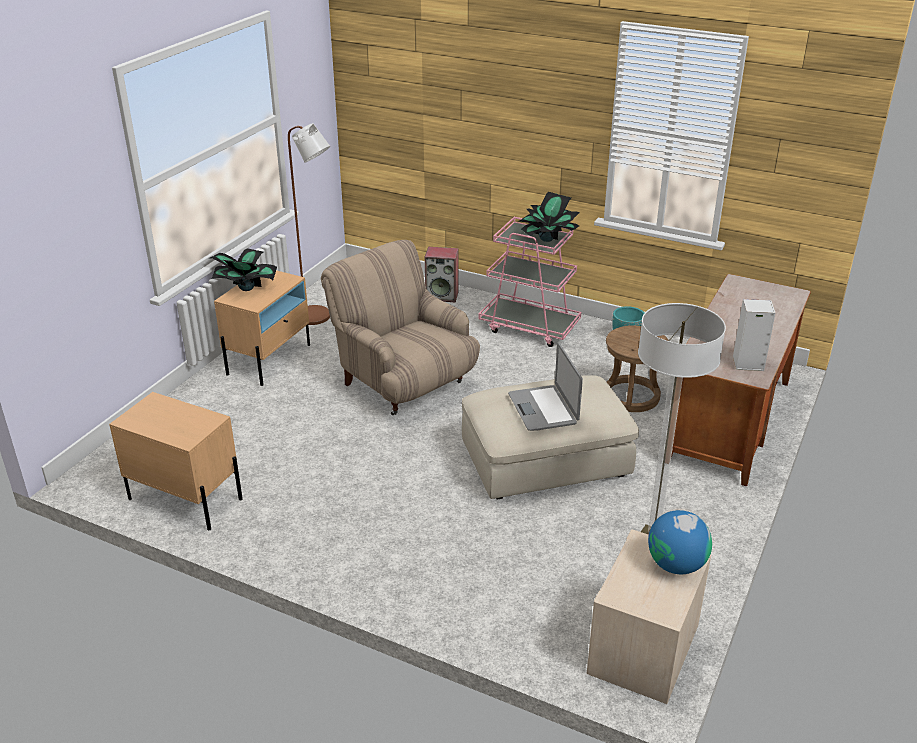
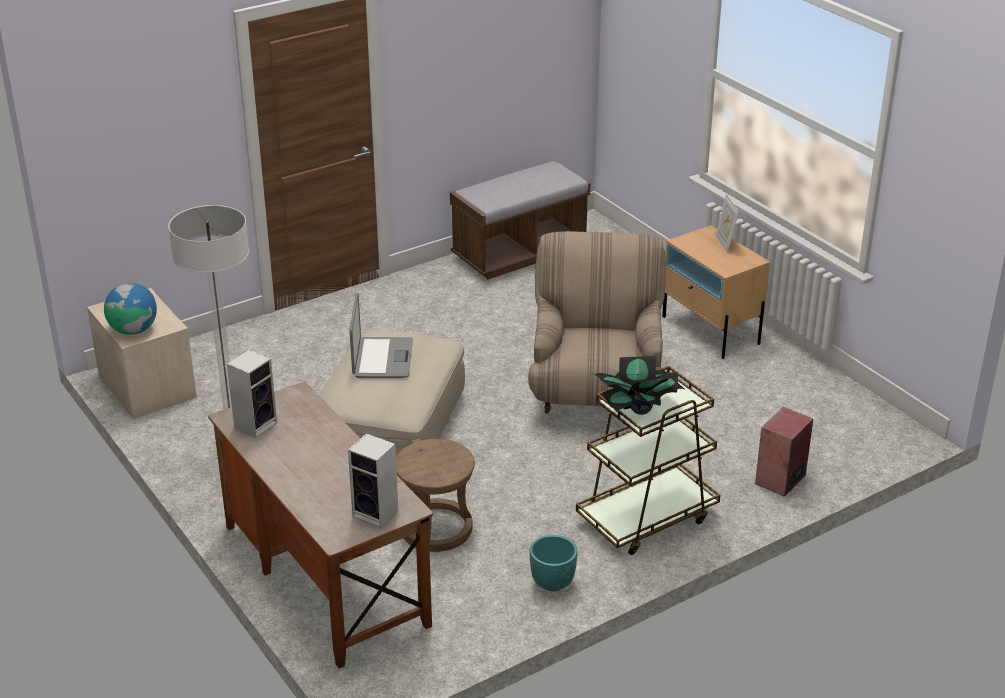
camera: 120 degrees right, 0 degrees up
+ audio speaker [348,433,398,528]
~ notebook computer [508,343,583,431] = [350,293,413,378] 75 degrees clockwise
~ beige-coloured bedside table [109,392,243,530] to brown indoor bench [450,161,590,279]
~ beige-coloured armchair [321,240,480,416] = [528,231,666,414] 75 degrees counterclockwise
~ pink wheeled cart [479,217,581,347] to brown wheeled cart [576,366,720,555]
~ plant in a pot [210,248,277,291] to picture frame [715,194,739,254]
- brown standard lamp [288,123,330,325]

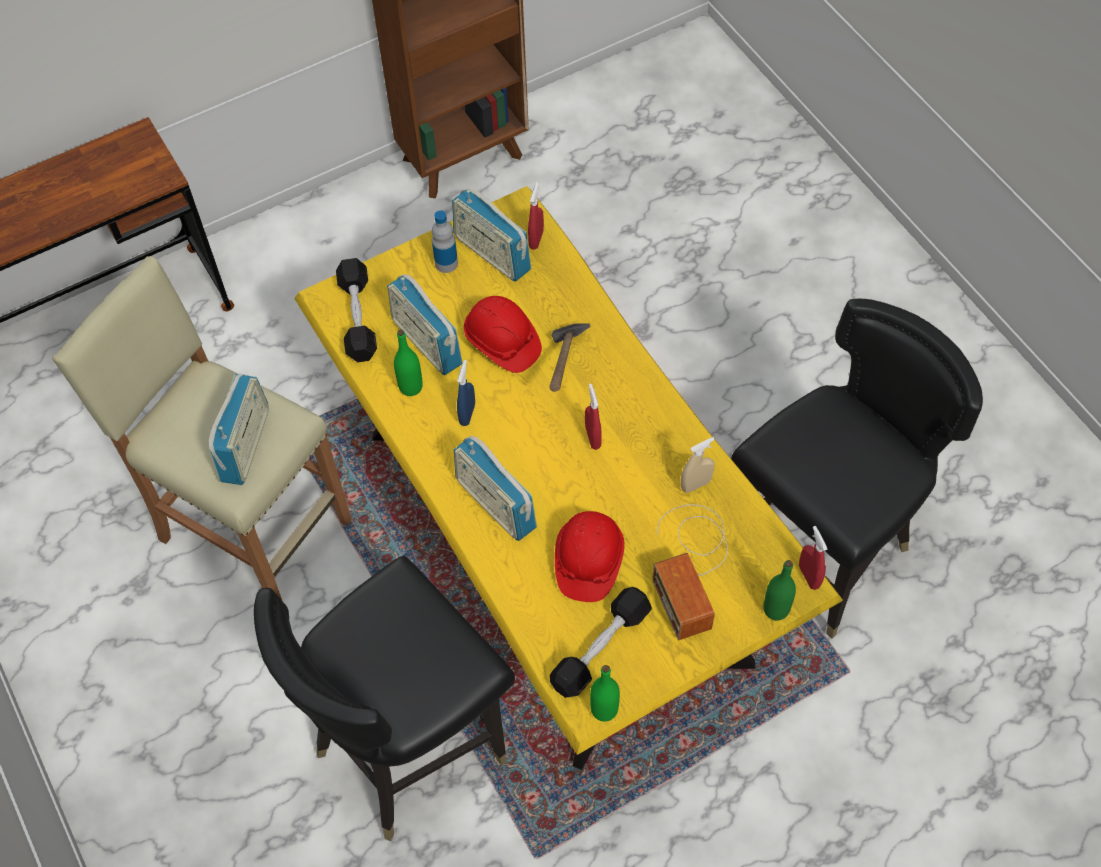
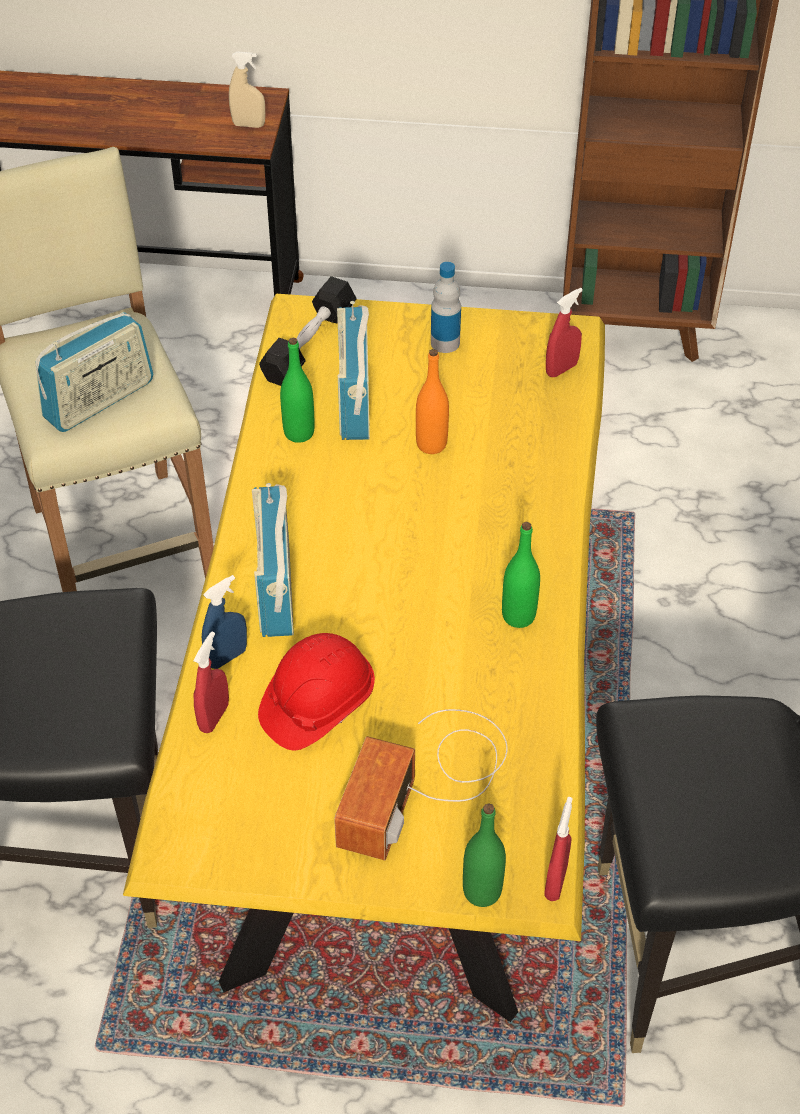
camera: 35 degrees right, 10 degrees down
~ red-coloured spray bottle [585,384,602,450] to [193,632,229,733]
~ bluish spray bottle [457,360,475,426] to [202,575,247,669]
~ beige-coloured spray bottle [681,437,715,493] to [229,52,266,128]
~ red-coloured safety helmet [464,296,542,373] to orangey drink bottle [416,349,449,454]
~ green-coloured drink bottle [590,665,620,721] to [502,522,540,628]
- radio set [452,188,531,282]
- tool hammer [549,323,590,392]
- blackish dumbbell [550,587,652,698]

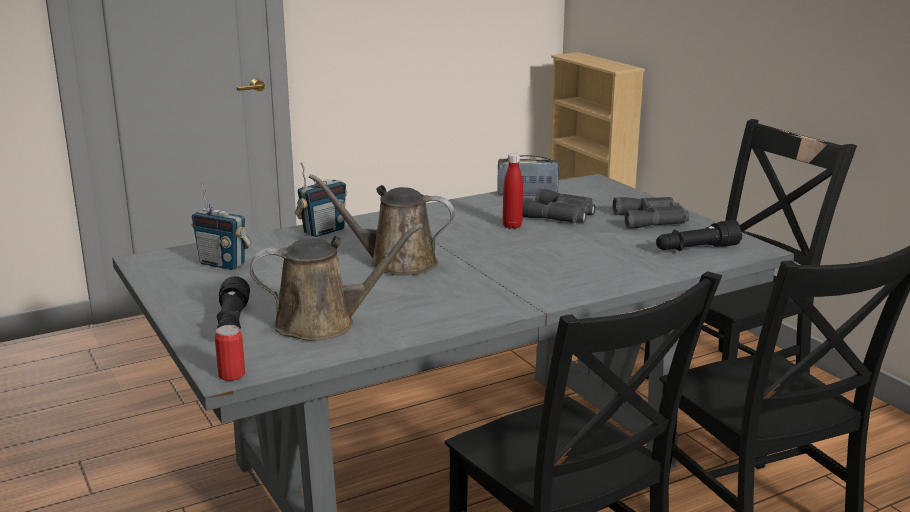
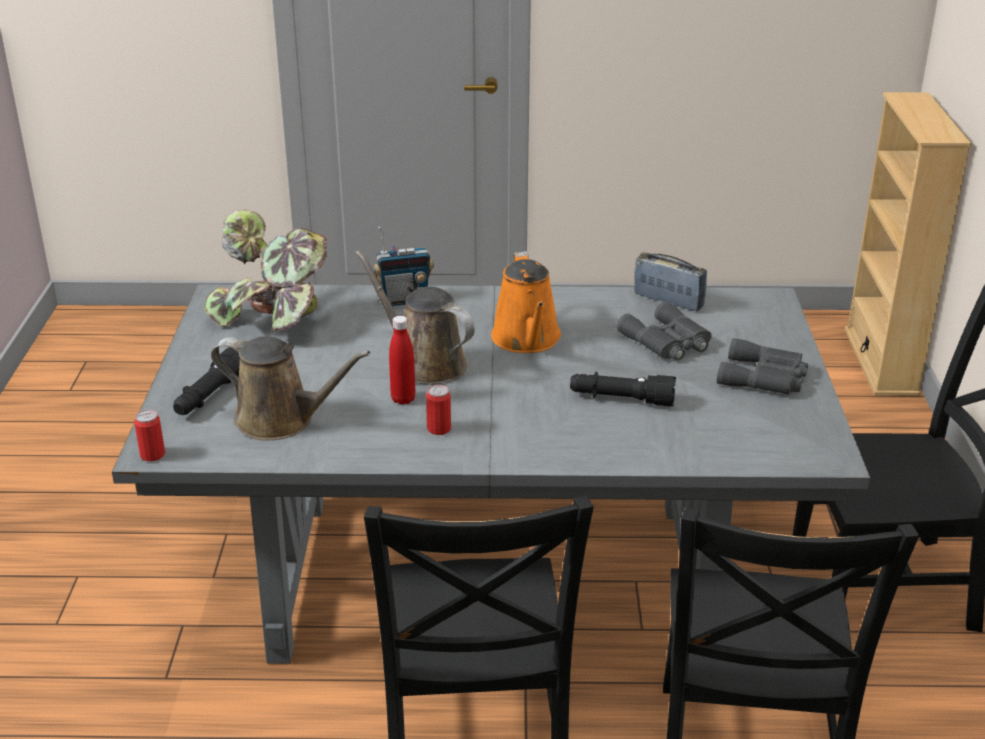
camera: 30 degrees right, 10 degrees up
~ radio set [192,182,252,270] to plant in a pot [204,209,327,332]
~ red-coloured drink bottle [503,154,523,229] to [389,316,415,405]
+ can [426,385,451,435]
+ orangey sprinkling can [491,251,561,353]
~ blackish torch [656,220,742,251] to [570,372,676,407]

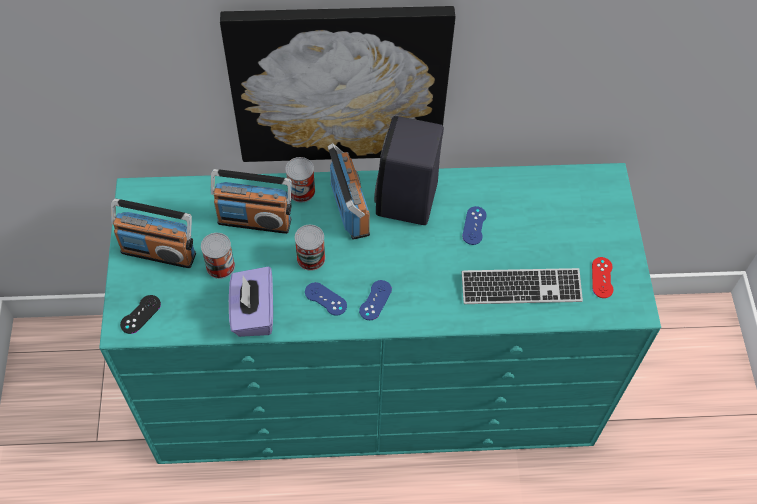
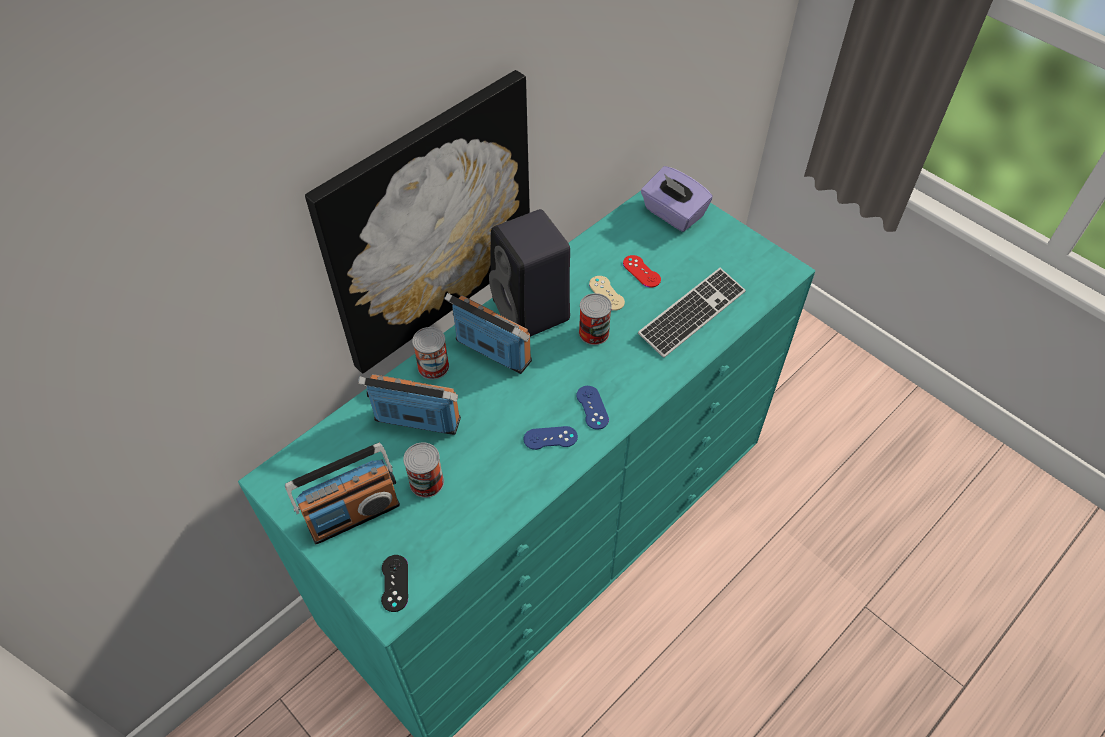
camera: 40 degrees left, 5 degrees down
~ radio set [210,169,292,234] = [358,374,461,435] 135 degrees counterclockwise
~ can [295,225,325,271] to [579,293,612,345]
~ bluish gamepad [462,206,487,245] to beige-coloured gamepad [589,276,625,311]
~ red-coloured gamepad [592,257,613,298] to [623,255,661,287]
~ purplish box of tissues [229,266,273,337] to [641,166,713,232]

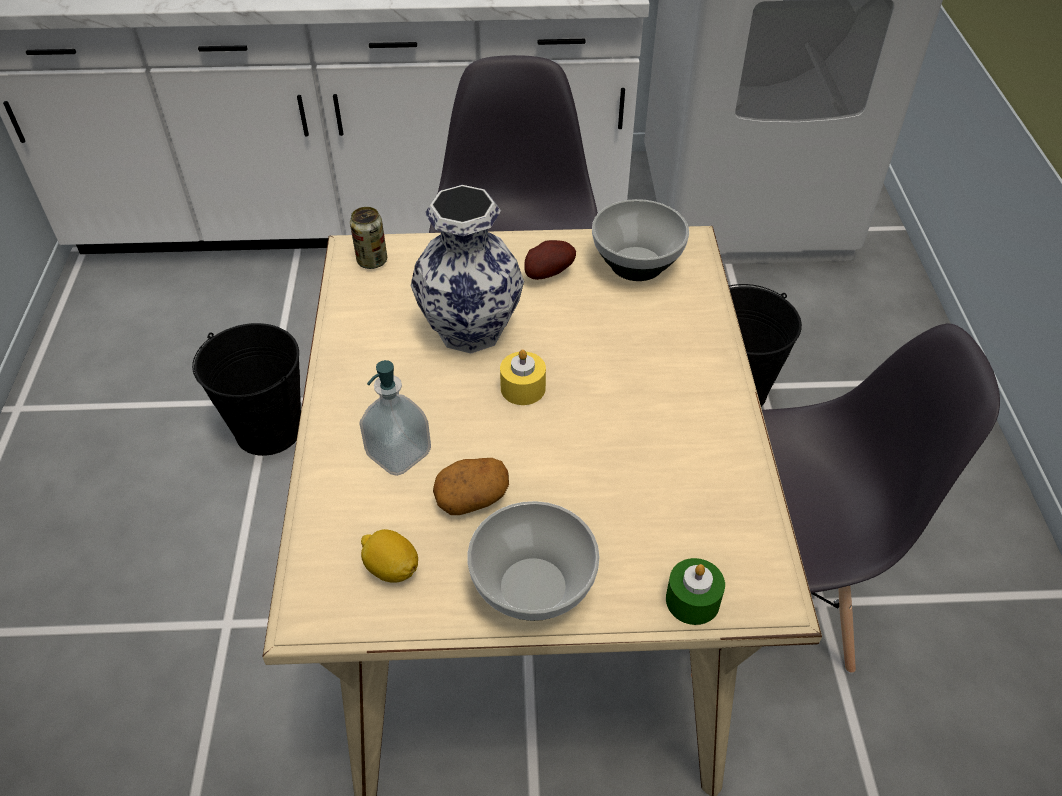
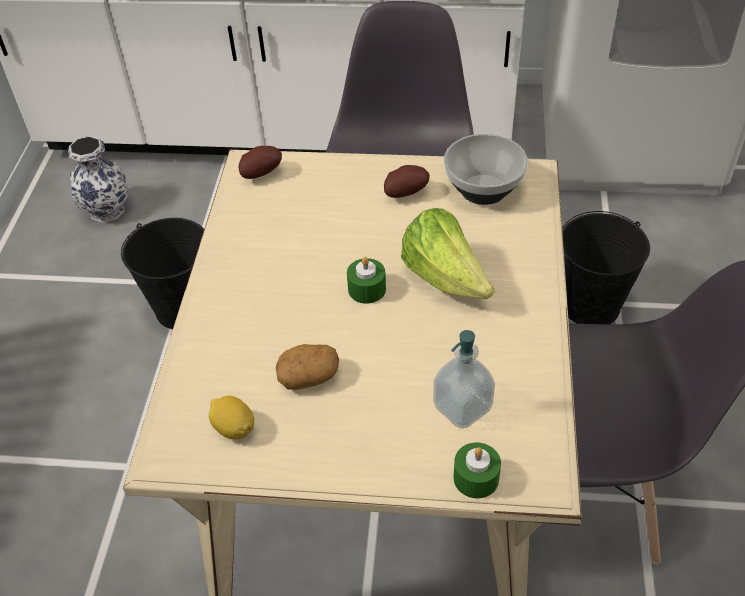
camera: 10 degrees right, 0 degrees up
~ vase [411,185,524,354] to [68,136,128,223]
~ can [350,207,387,269] to whole potato [238,146,282,179]
~ yellow-coloured candle [500,349,546,405] to green-coloured candle [347,257,386,304]
+ lettuce head [401,208,495,299]
~ soap dispenser [359,360,431,476] to [433,330,495,429]
- bowl [467,501,600,621]

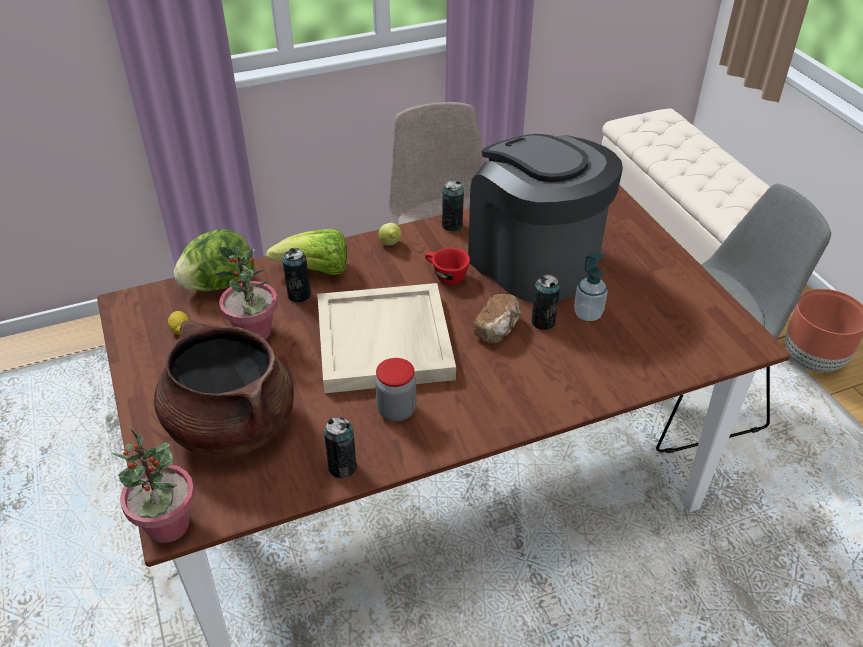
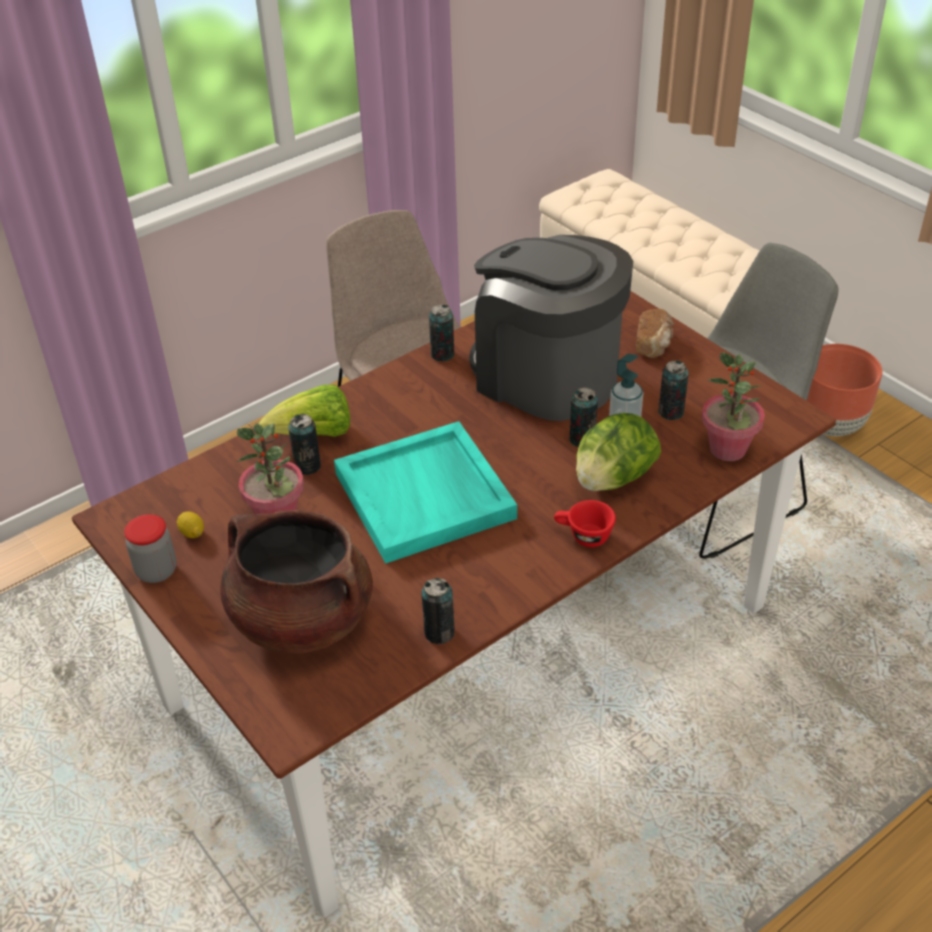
camera: 15 degrees left, 0 degrees up
~ storage jar [375,358,416,422] to [124,514,176,583]
~ beige-coloured tray [317,283,456,393] to turquoise-coloured tray [334,421,517,564]
~ red-coloured small cup [425,248,470,284] to [554,500,616,547]
~ lettuce head [174,229,255,291] to [576,413,661,491]
~ baked bread [473,294,521,344] to [636,309,674,358]
+ can [658,360,689,420]
~ plant in a pot [111,426,195,543] to [702,352,765,461]
- citrus fruit [378,223,401,245]

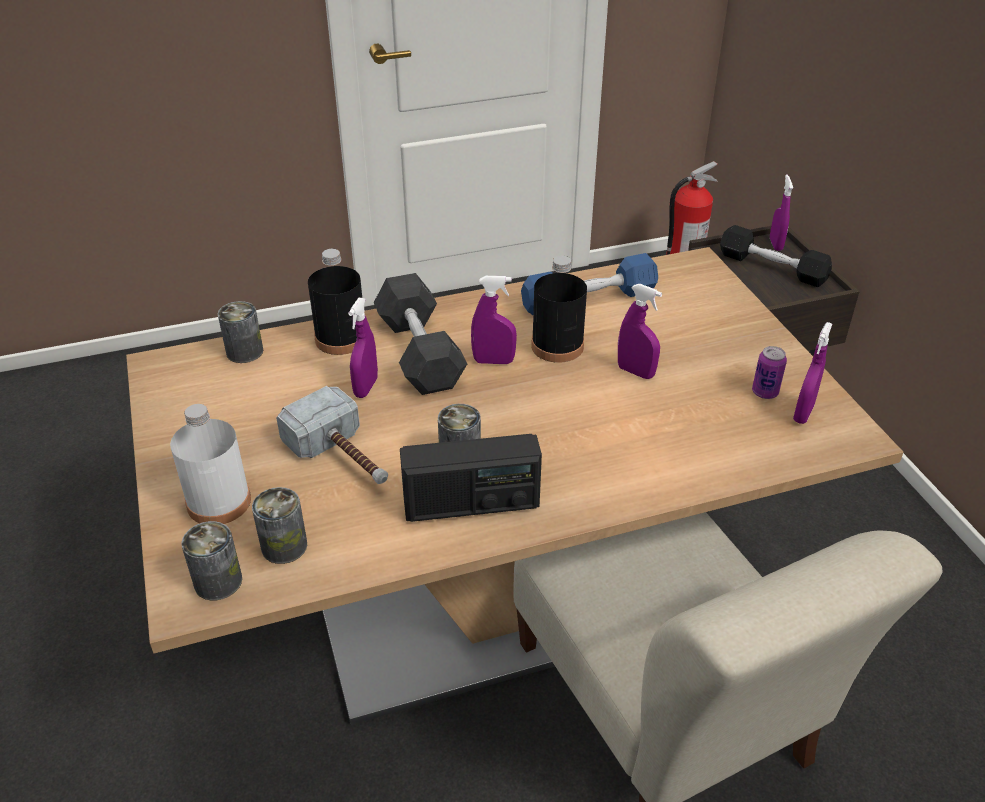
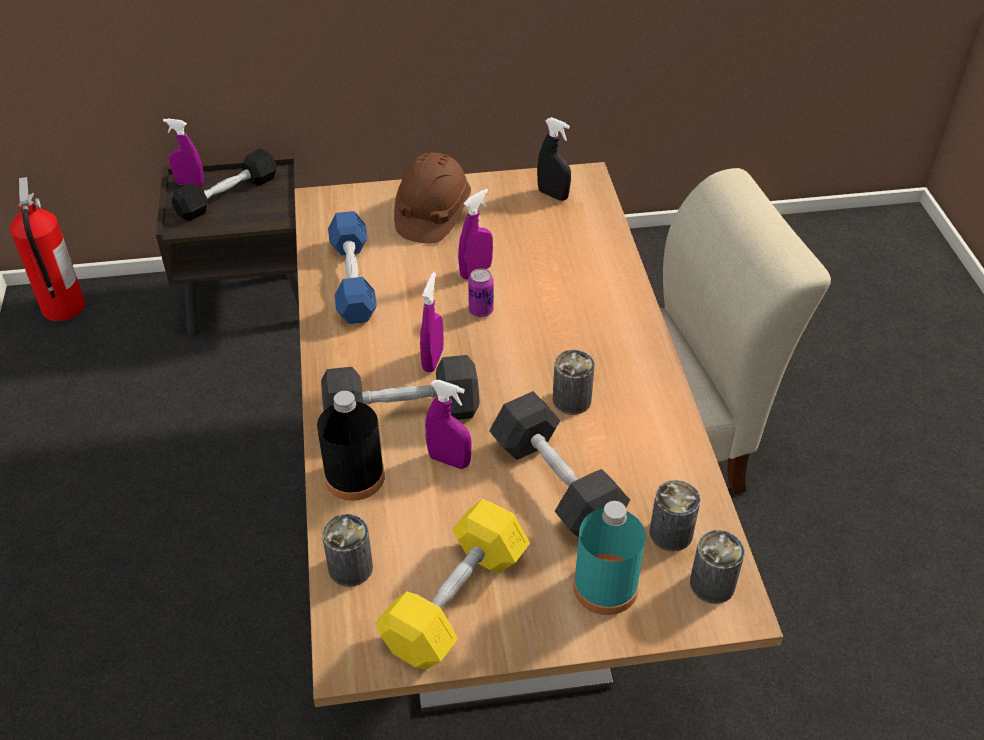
camera: 80 degrees left, 5 degrees up
+ yellow-coloured dumbbell [375,499,530,670]
+ brown safety helmet [394,152,471,244]
~ can [752,346,787,399] to [468,268,494,317]
~ tool hammer [276,386,388,484] to grey dumbbell [489,391,630,538]
~ purplish spray bottle [793,322,832,424] to blackish spray bottle [537,117,571,201]
~ white-coloured drink bottle [170,404,251,524] to turquoise-coloured drink bottle [573,501,646,615]
- radio set [400,434,542,522]
- blackish drink bottle [531,256,587,363]

